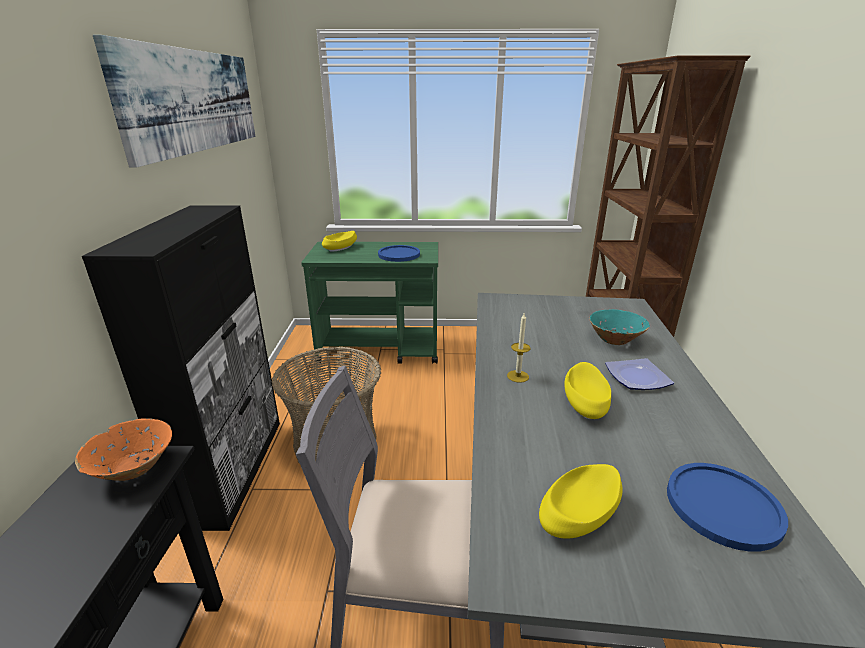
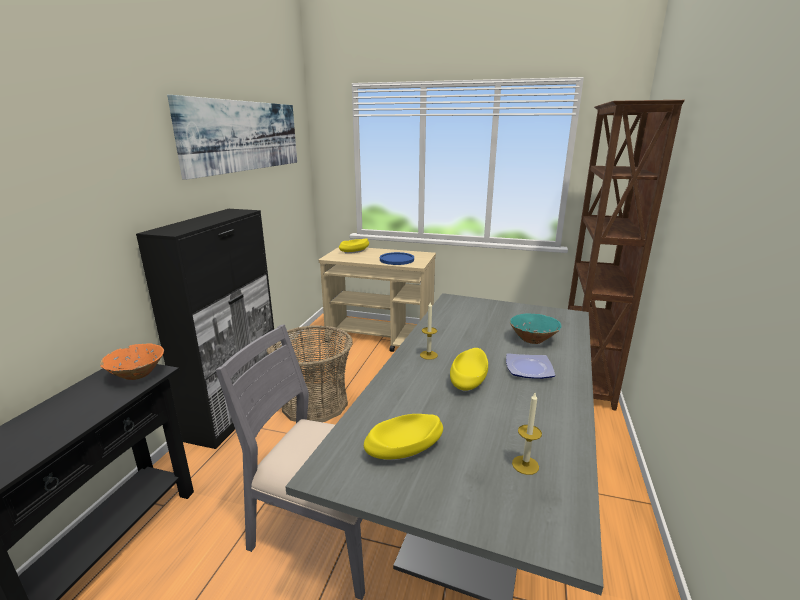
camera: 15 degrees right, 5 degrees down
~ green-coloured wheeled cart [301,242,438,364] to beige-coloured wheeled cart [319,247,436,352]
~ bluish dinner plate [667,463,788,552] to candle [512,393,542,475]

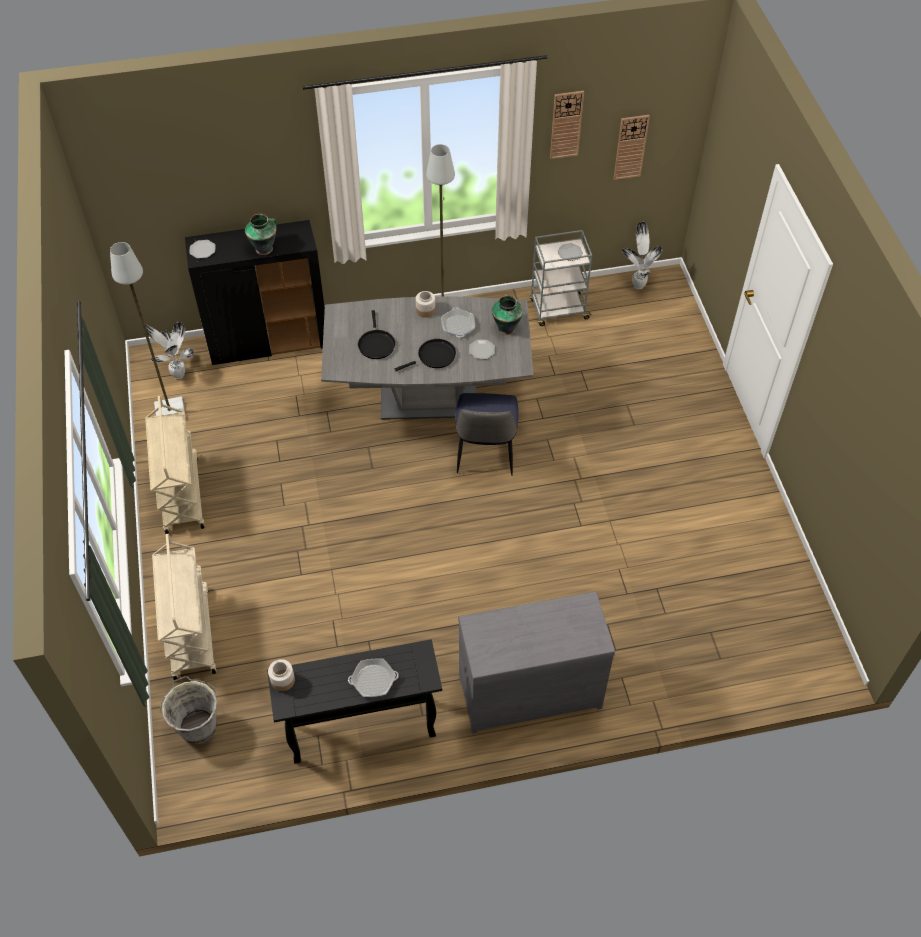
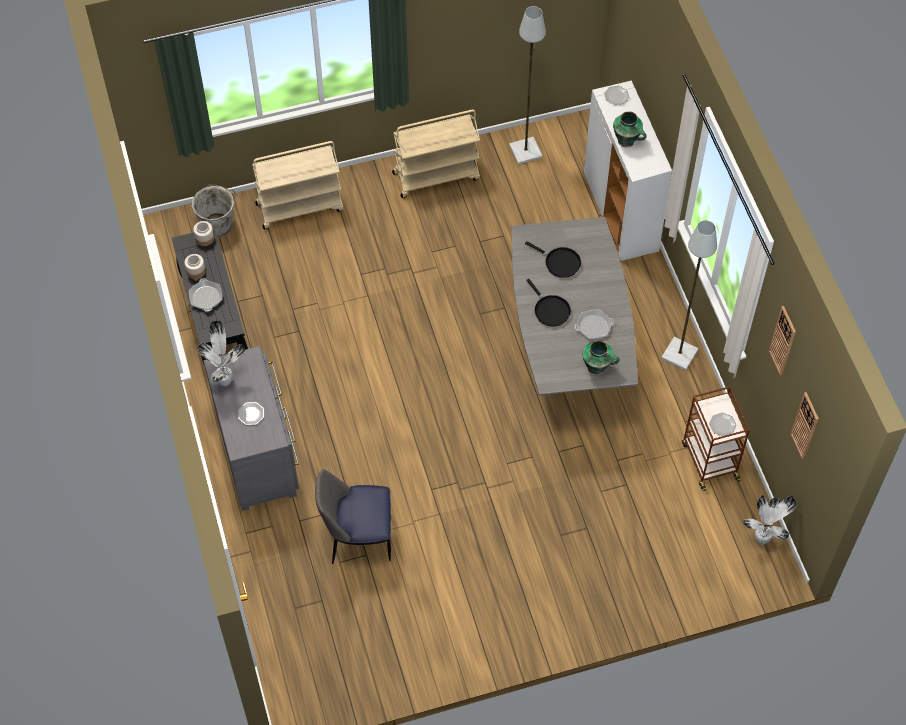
camera: 85 degrees right, 5 degrees up
~ storage jar [416,291,436,318] to [184,254,206,279]
~ plant in a pot [145,322,194,379] to [198,320,245,386]
~ dinner plate [469,339,495,359] to [238,402,264,425]
~ chair [455,393,519,476] to [315,469,391,564]
~ blackish pan [358,310,395,359] = [525,241,581,278] 135 degrees counterclockwise
~ blackish cupboard [185,220,325,365] to white-coloured cupboard [584,81,672,261]
~ grey wheeled cart [530,230,592,326] to brown wheeled cart [682,386,750,491]

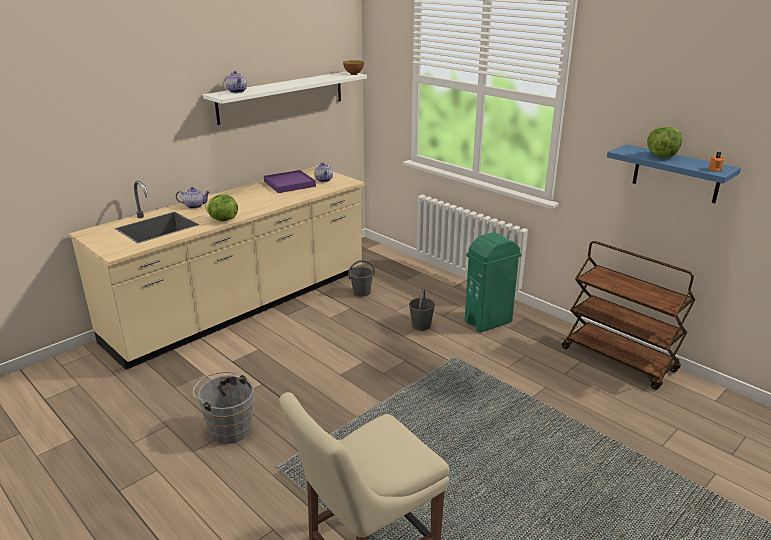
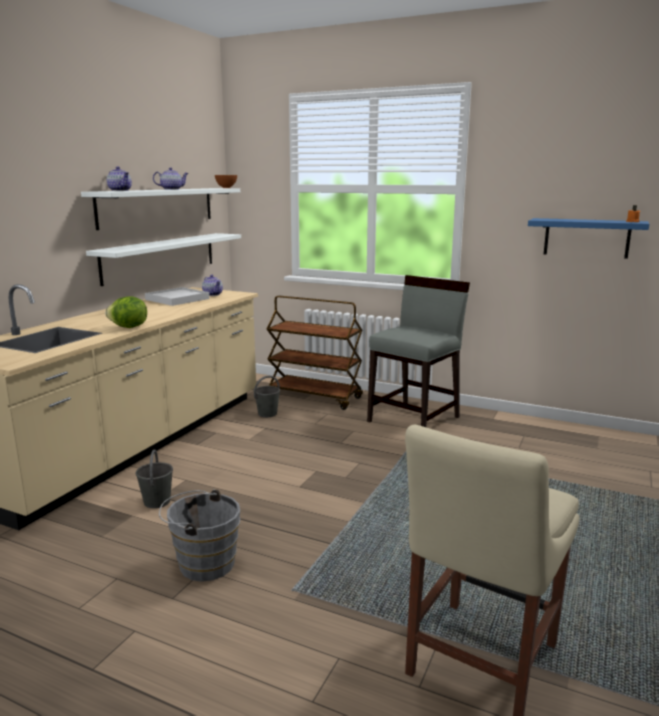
camera: 20 degrees left, 10 degrees down
+ white-coloured wall shelf [86,233,241,286]
~ grey pail [409,289,435,331] to [135,449,173,508]
~ purplish tray [264,170,316,193] to white-coloured tray [145,287,209,306]
~ teapot [176,187,210,209] to [153,167,189,190]
~ brown wheeled cart [562,241,695,390] to [267,296,363,410]
~ green-coloured trash can [465,232,522,333] to grey chair [367,275,470,427]
- lettuce head [647,127,682,158]

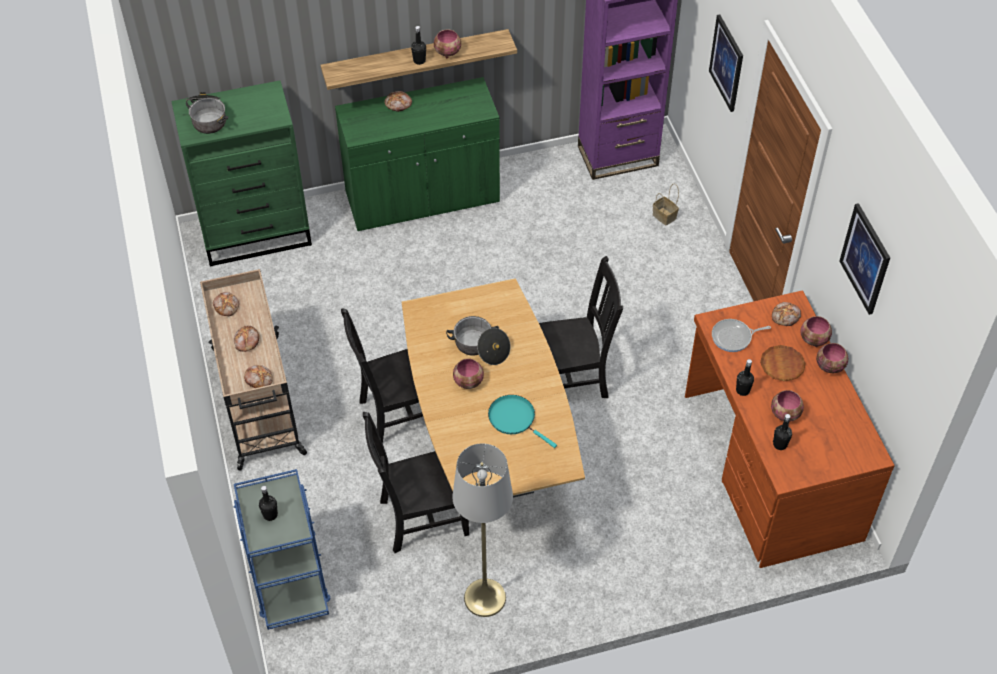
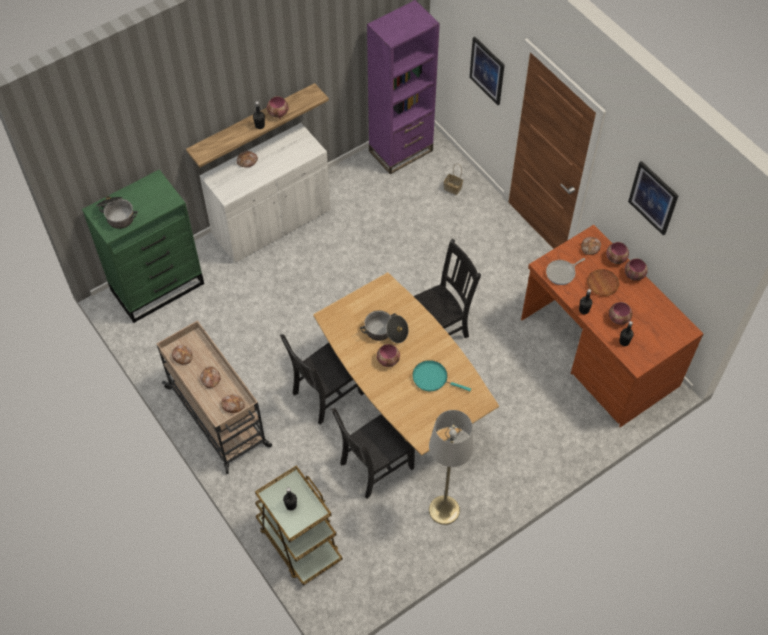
camera: 20 degrees left, 5 degrees up
~ green-coloured cupboard [335,77,500,231] to white-coloured cupboard [200,123,330,263]
~ bluish wheeled cart [234,469,330,630] to brown wheeled cart [255,466,343,586]

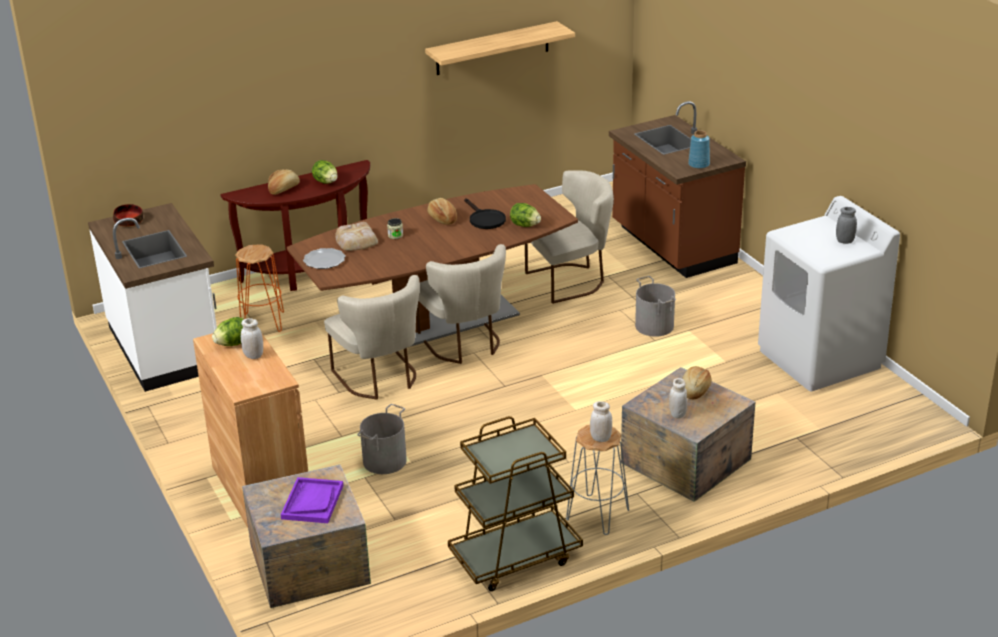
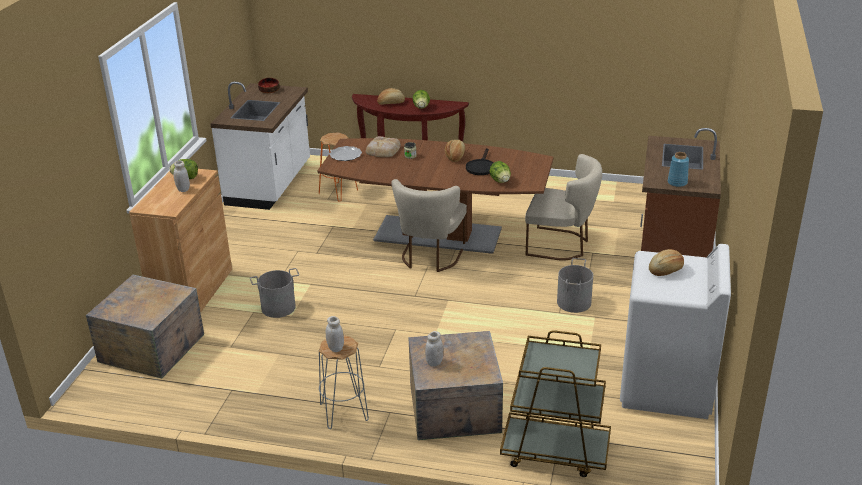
camera: 40 degrees right, 0 degrees up
~ brown wheeled cart [448,416,583,591] to [500,330,611,477]
~ baked bread [682,366,712,400] to [649,249,684,276]
- purplish tray [281,477,343,523]
- beige-coloured chair [324,275,420,400]
- wall shelf [425,21,575,75]
- grey storage jar [836,207,857,244]

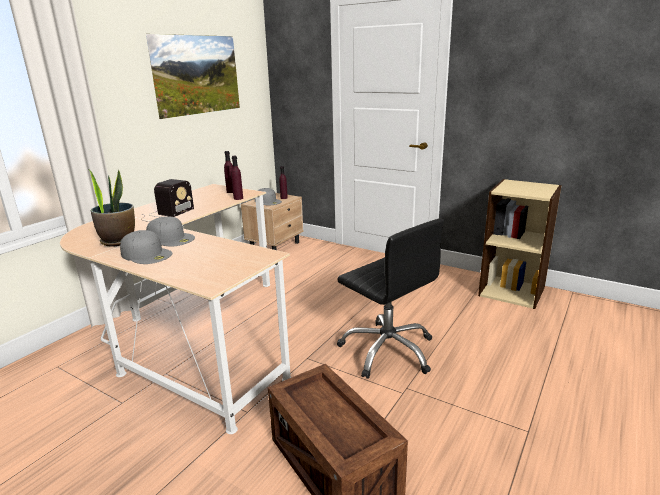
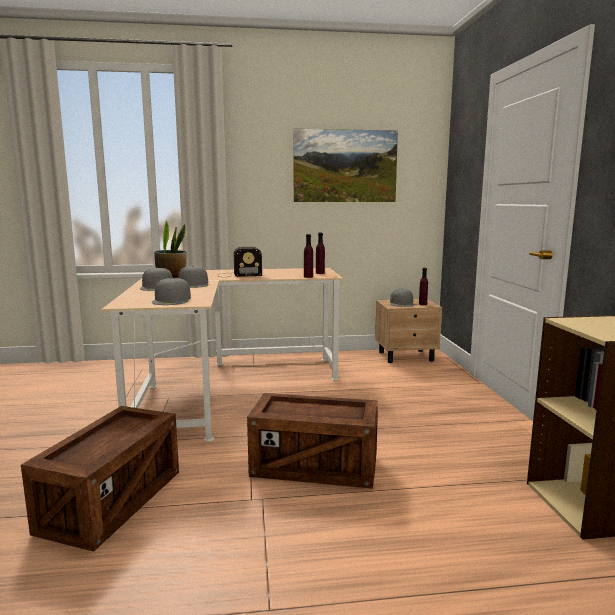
camera: 50 degrees right, 10 degrees down
+ grey peaked cap [152,278,191,305]
~ blackish computer chair [337,218,444,379] to shipping crate [247,393,378,489]

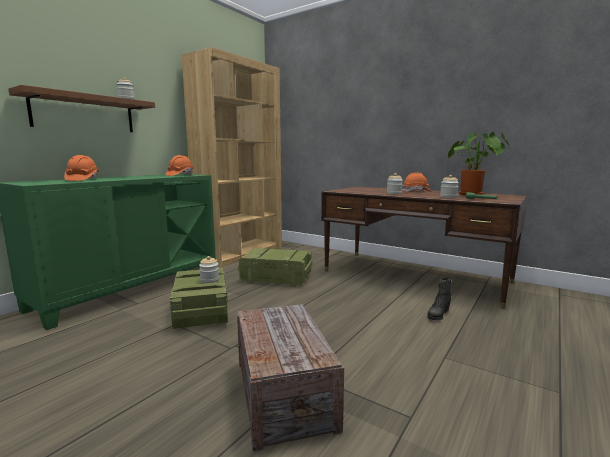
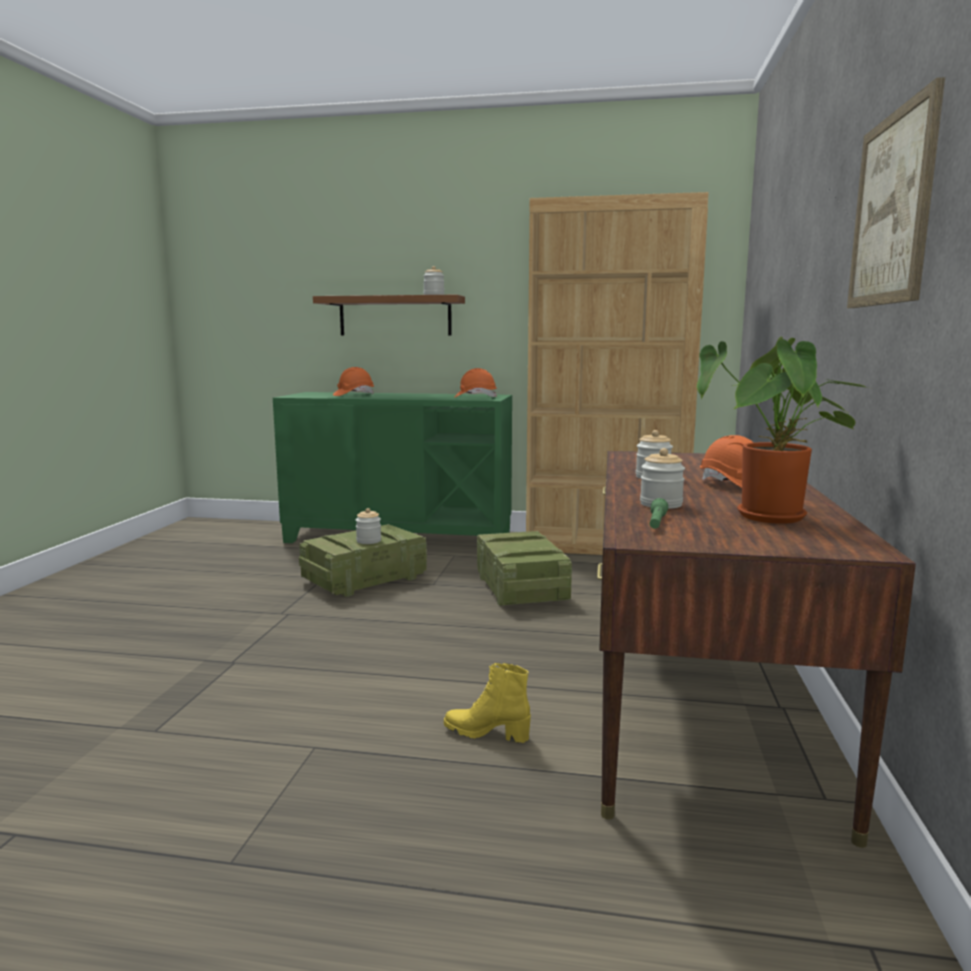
camera: 65 degrees right, 0 degrees up
~ blackish tall boot [427,278,451,321] to yellow-coloured tall boot [444,663,531,743]
+ wall art [847,77,945,308]
- shipping crate [237,304,344,452]

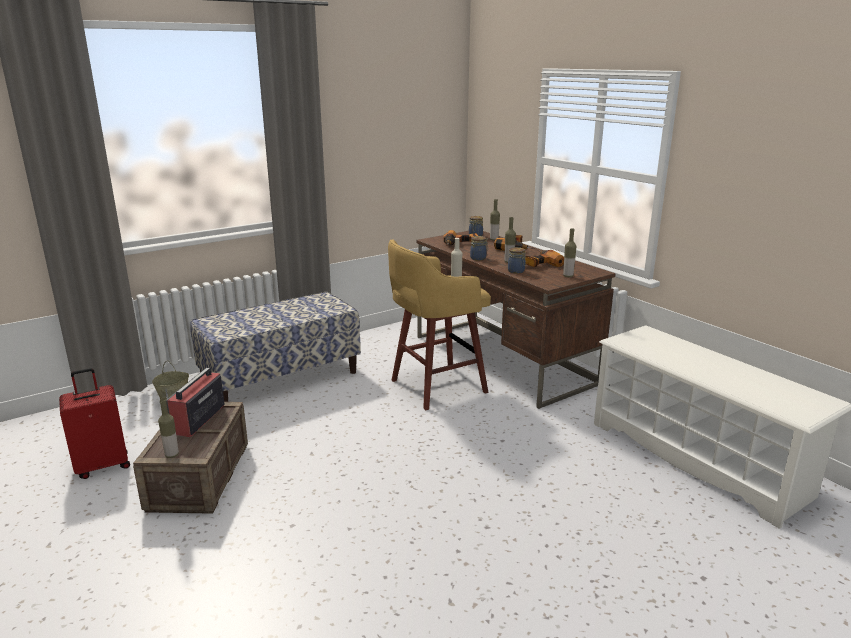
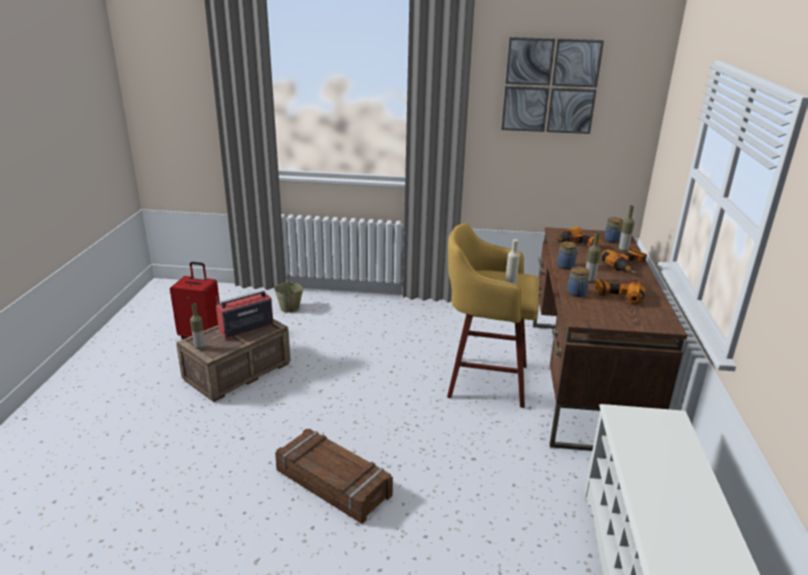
camera: 40 degrees right, 5 degrees up
+ shipping crate [275,429,393,524]
+ wall art [502,37,604,134]
- indoor bench [190,292,361,402]
- drink bottle [563,228,576,277]

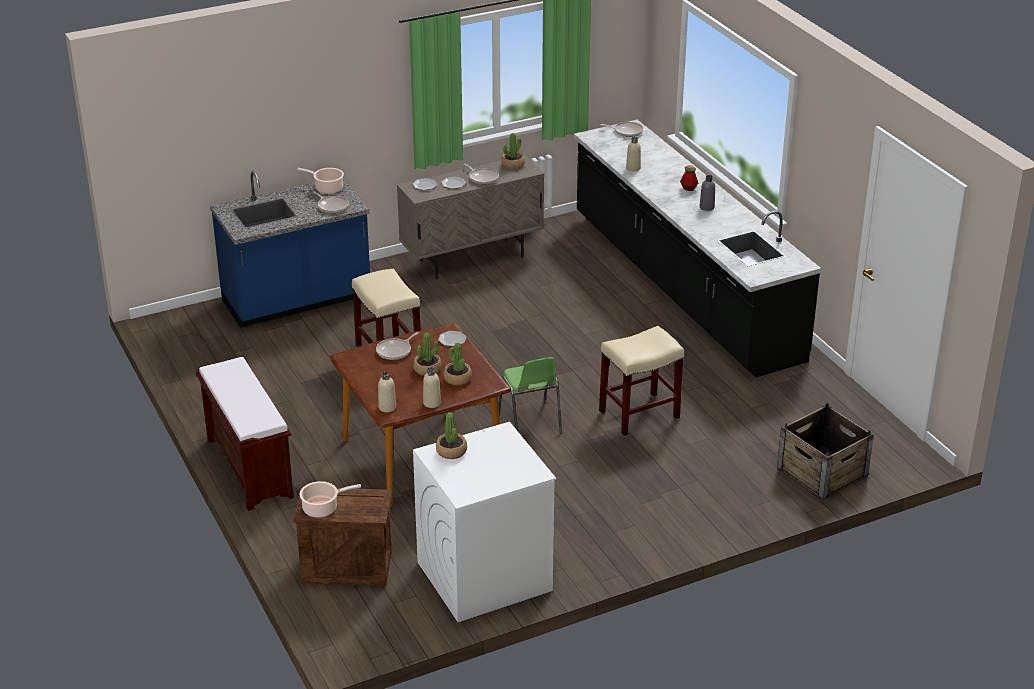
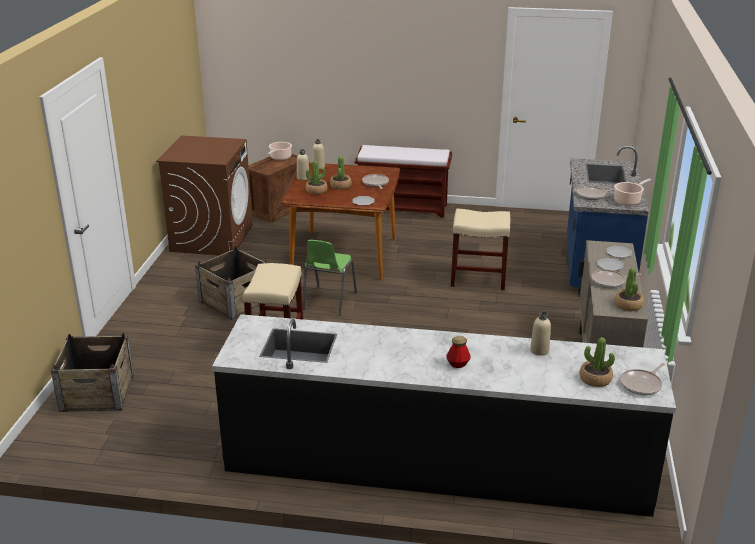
camera: 125 degrees right, 5 degrees down
~ white-coloured washing machine [413,422,556,622] to brown washing machine [156,135,253,255]
+ shipping crate [195,246,267,320]
~ green-coloured chair [498,357,562,434] = [303,240,357,316] 90 degrees counterclockwise
~ plant in a pot [436,412,467,459] to [579,337,615,387]
- grey drink bottle [700,175,715,211]

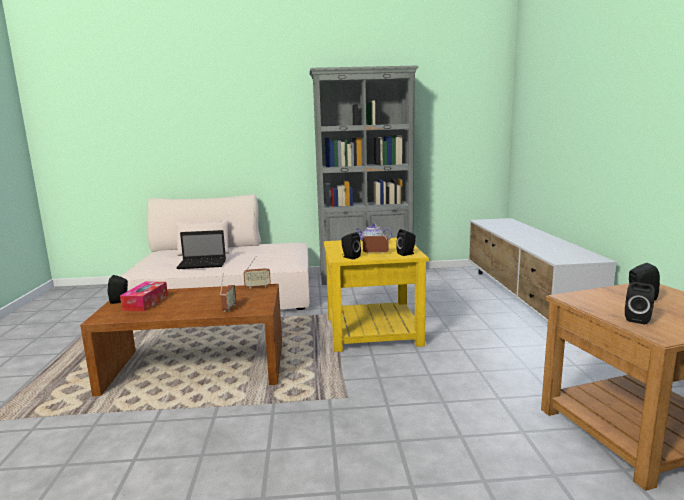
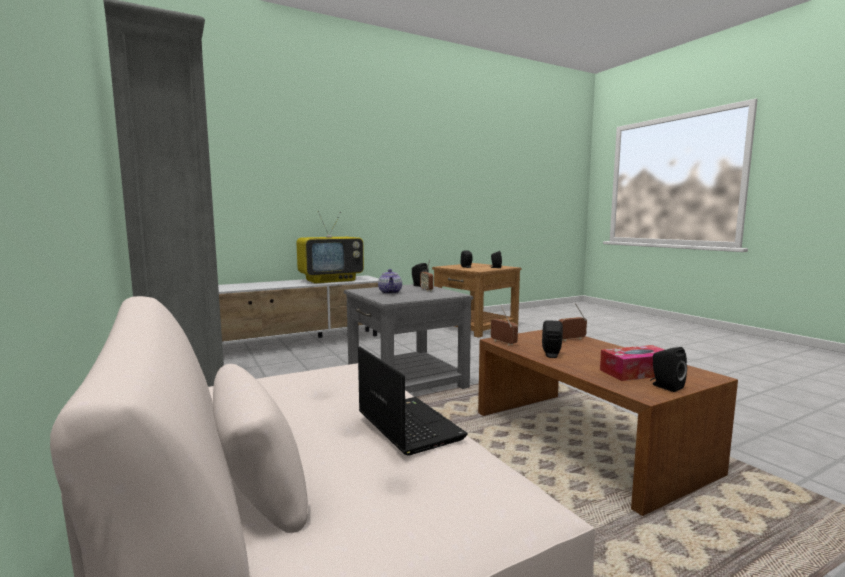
camera: 115 degrees left, 5 degrees down
+ TV [296,211,364,284]
~ yellow-coloured end table [324,238,429,352] to grey end table [344,284,473,393]
~ blackish audio speaker [341,232,361,259] to [542,320,563,358]

